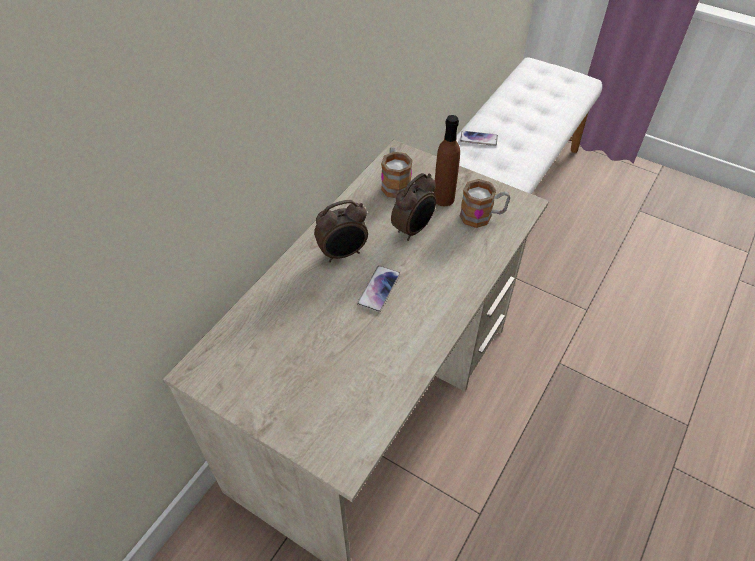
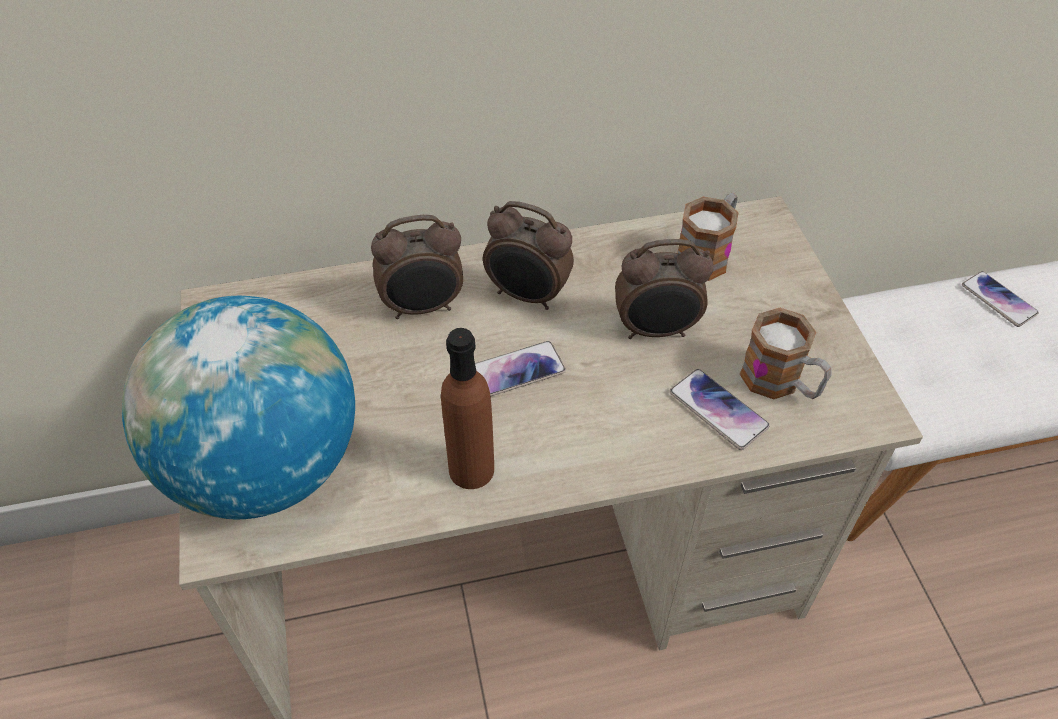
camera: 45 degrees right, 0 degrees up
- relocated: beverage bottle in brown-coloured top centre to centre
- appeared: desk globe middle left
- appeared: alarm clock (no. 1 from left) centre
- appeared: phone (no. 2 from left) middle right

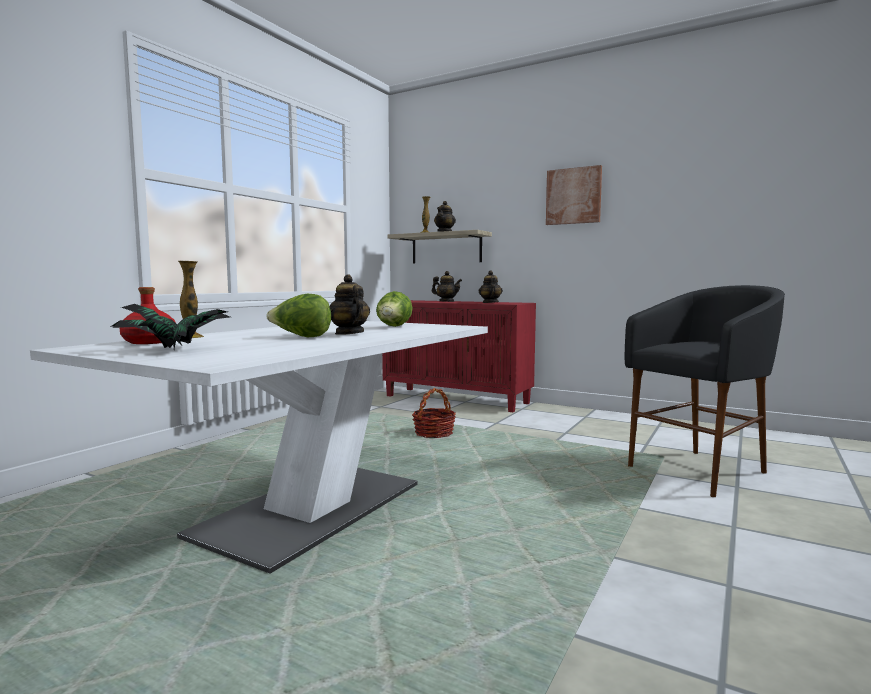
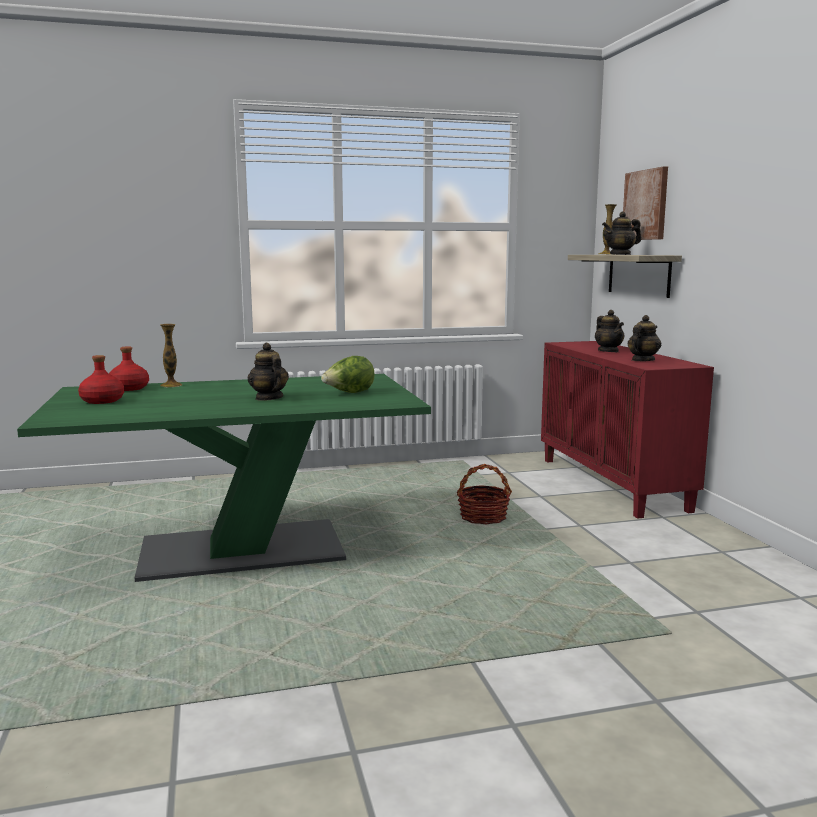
camera: 45 degrees right, 5 degrees up
- colour: dining table in whitish middle left to dining table in greenish middle left
- exchanged: plant in a pot middle left to beverage bottle in red (no. 1 from left) middle left
- missing: head of lettuce (no. 1 from left) centre
- spun: teapot (no. 1 from left) centre = middle left 45 degrees counterclockwise
- relocated: picture top centre to top right
- missing: stool seat in black middle right

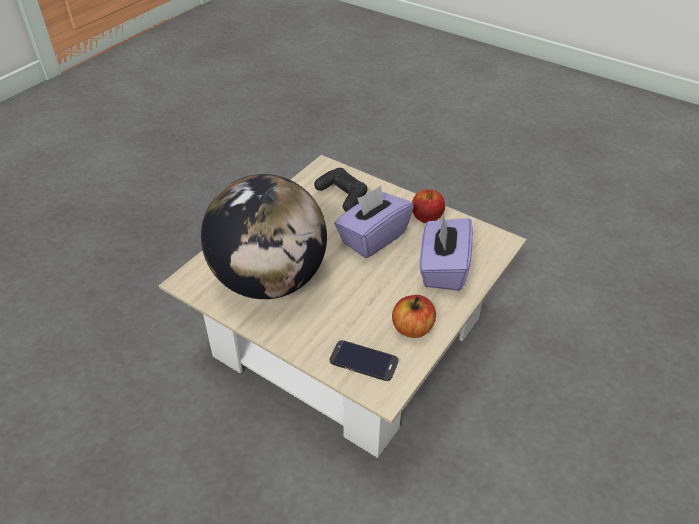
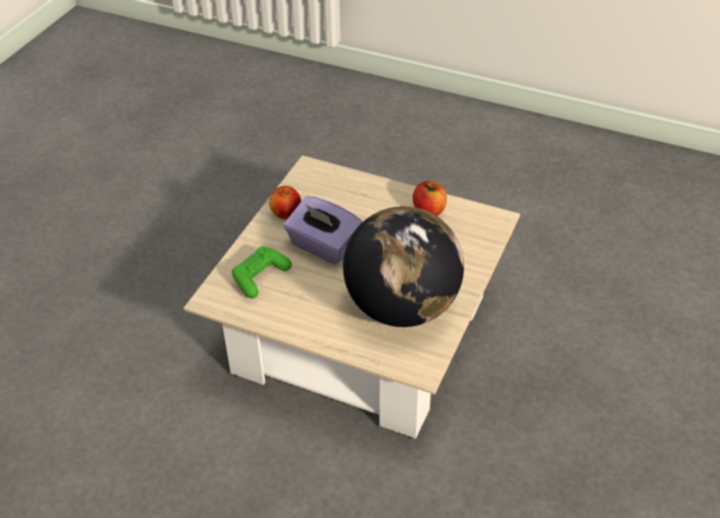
camera: 100 degrees left, 0 degrees up
- colour: gamepad in black centre to gamepad in greenish centre
- missing: phone bottom centre
- missing: tissue holder in purple-coloured (no. 2 from left) centre

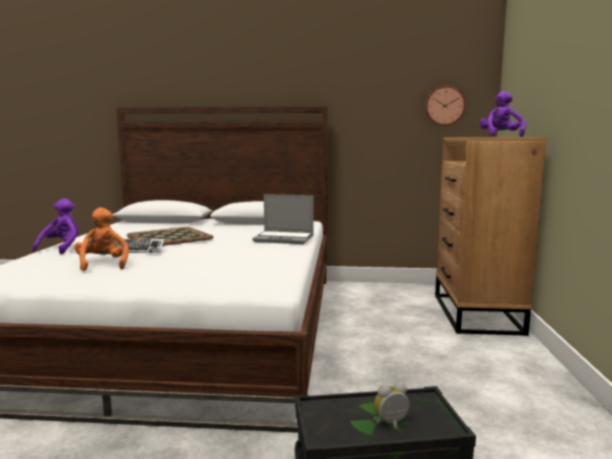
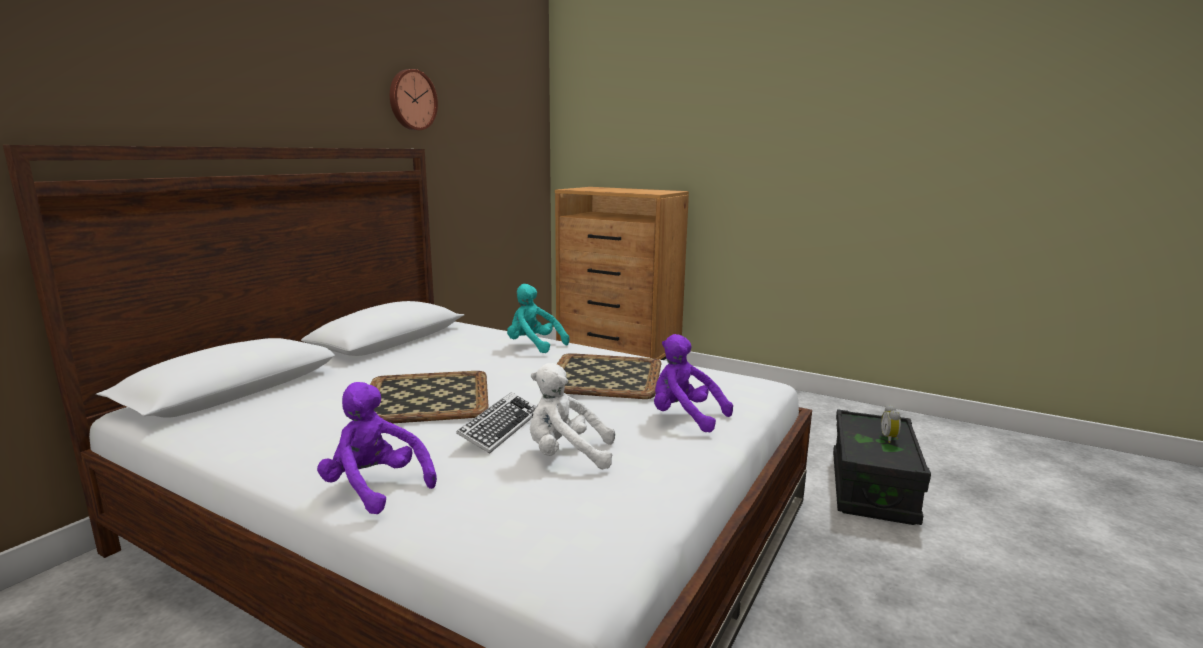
camera: 65 degrees left, 5 degrees up
- colour: soft toy in orangey middle left to soft toy in whitish centre
- exchanged: portable computer centre to soft toy in turquoise centre
- relocated: clock on the wall top right to top centre
- relocated: soft toy in purple-coloured (no. 2 from left) top right to centre
- appeared: tray (no. 2 from left) centre

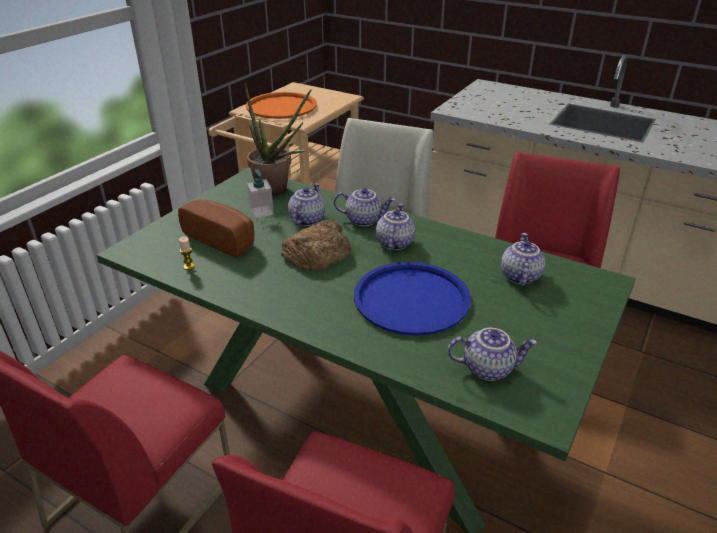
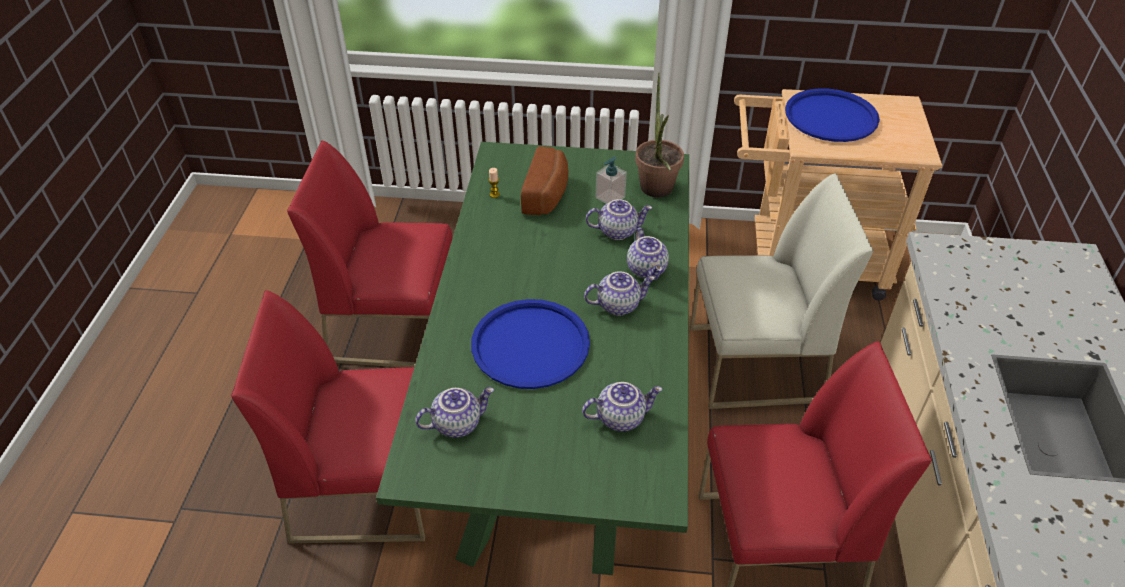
camera: 65 degrees right, 10 degrees up
- colour: tray in orangey top centre to tray in bluish (no. 2 from left) top right
- missing: bakery bread (no. 2 from left) centre
- spun: teapot (no. 4 from left in the first image) middle right = bottom centre 90 degrees counterclockwise

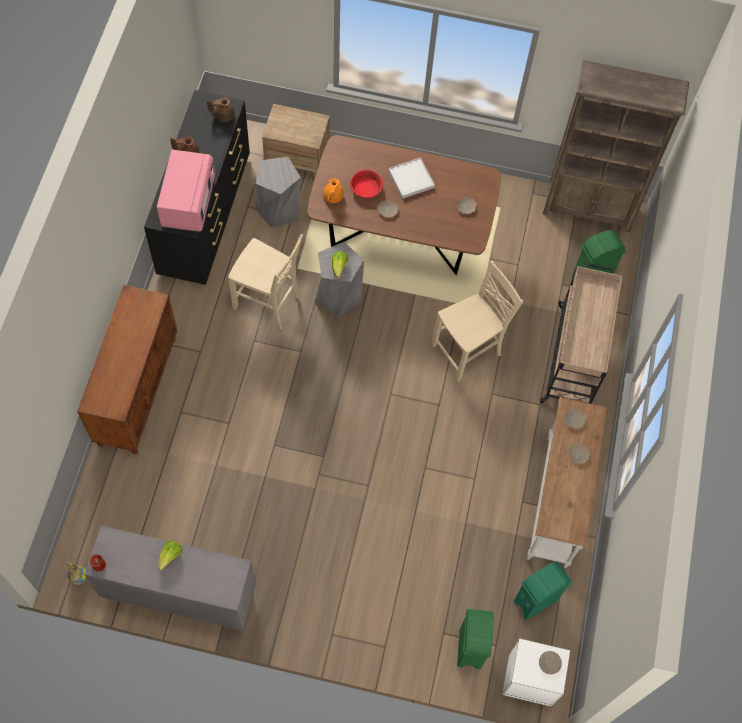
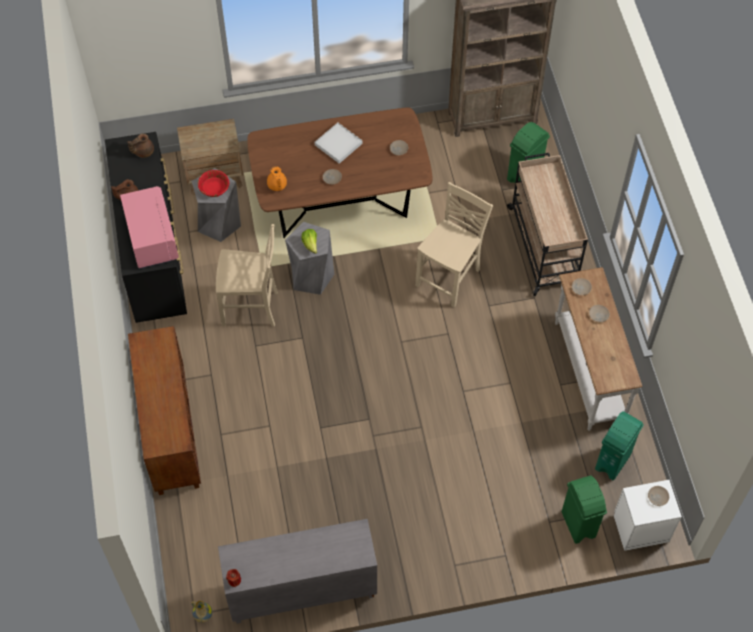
camera: 20 degrees left, 5 degrees down
- missing: head of lettuce (no. 1 from left) bottom left
- relocated: bowl in red top centre to top left

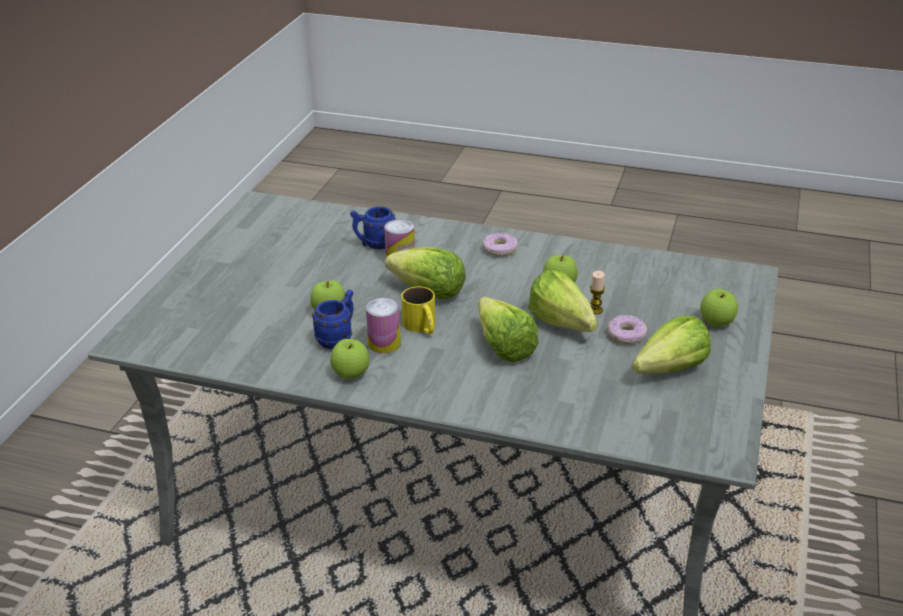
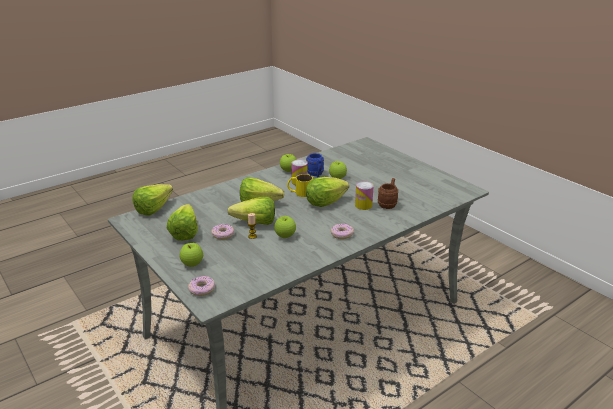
camera: 125 degrees right, 5 degrees down
- colour: mug in bluish (no. 2 from left) centre to mug in brown-coloured centre
- appeared: head of lettuce (no. 1 from left) middle left
- appeared: donut (no. 1 from left) bottom left

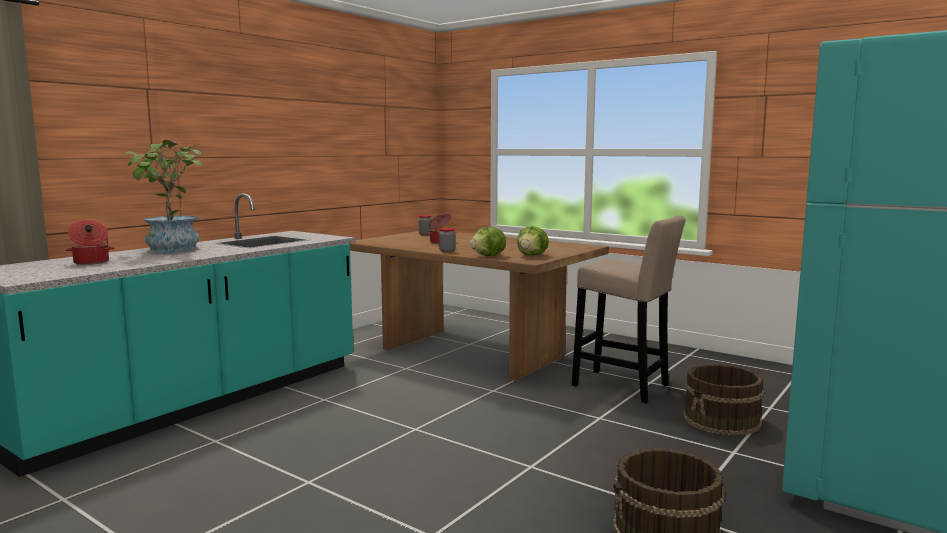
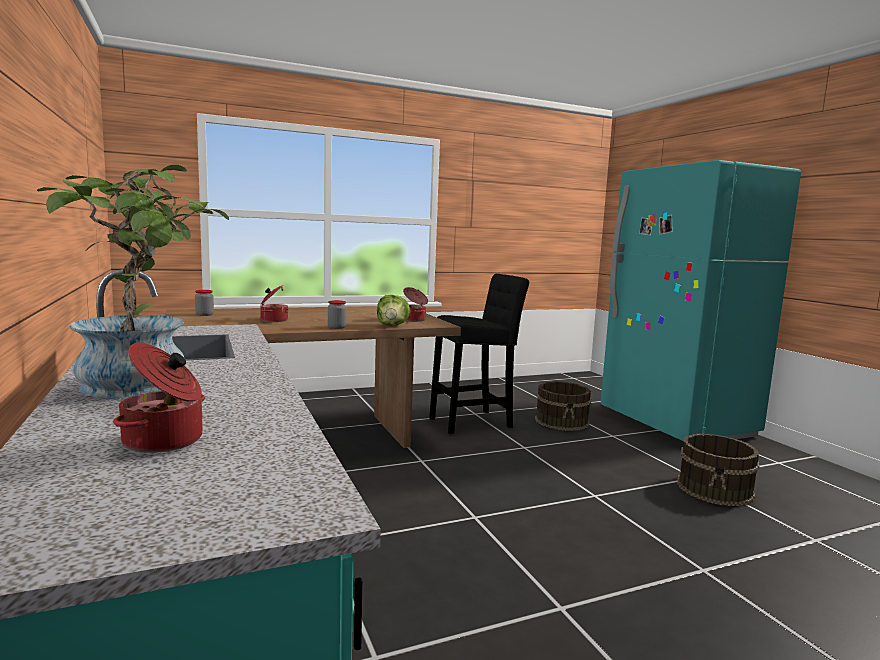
camera: 60 degrees left, 0 degrees up
- exchanged: head of lettuce (no. 2 from left) centre to cooking pot (no. 3 from left) centre
- colour: stool seat in beige-coloured centre to stool seat in black centre

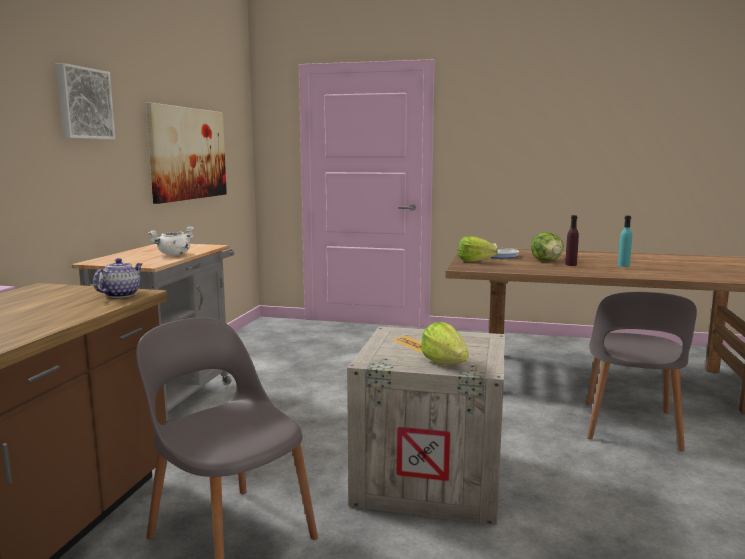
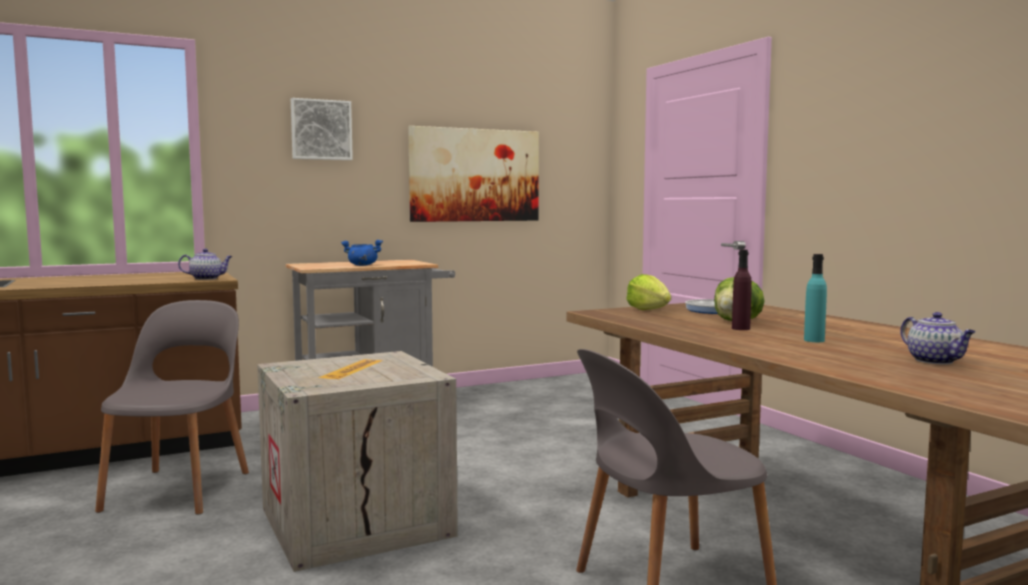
camera: 50 degrees right, 5 degrees down
- colour: cooking pot in whitish middle left to cooking pot in bluish centre
- missing: head of lettuce (no. 1 from left) centre
- appeared: teapot (no. 2 from left) middle right

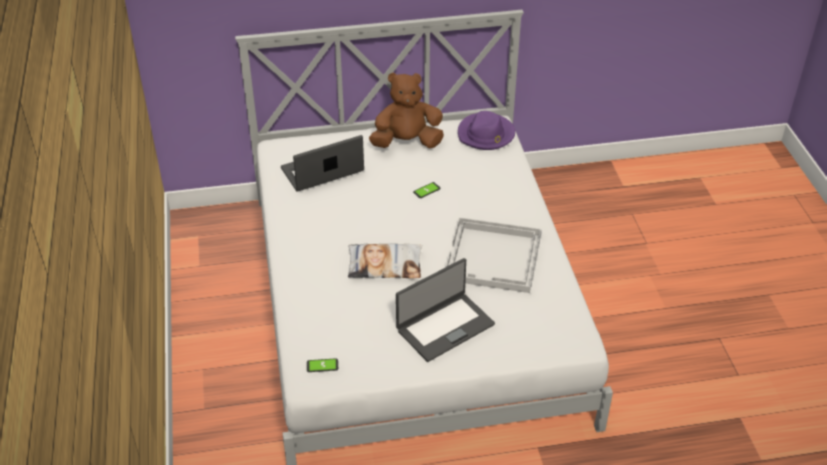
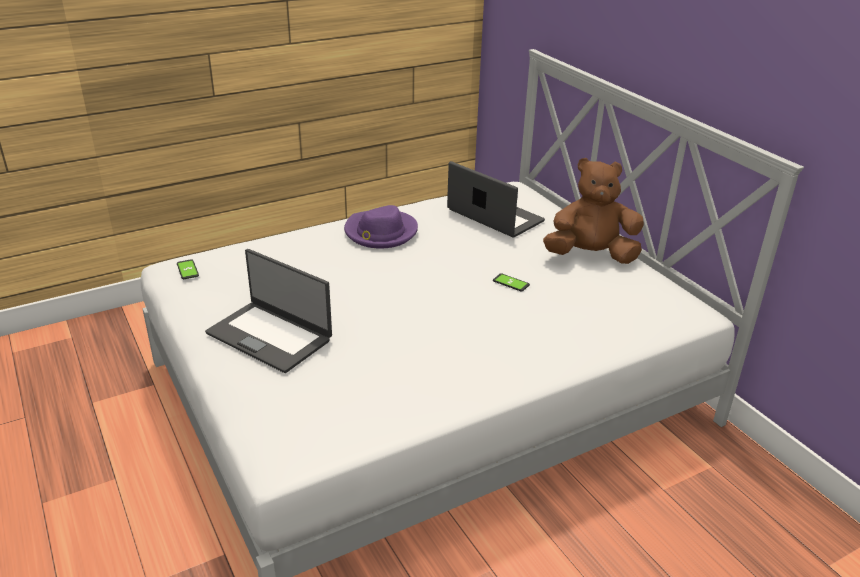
camera: 70 degrees right, 10 degrees down
- missing: pillow centre
- spun: soft toy in brown-coloured top centre = middle right 60 degrees counterclockwise
- missing: tray in whitish centre
- relocated: wearable hat in purple-coloured top centre to centre

